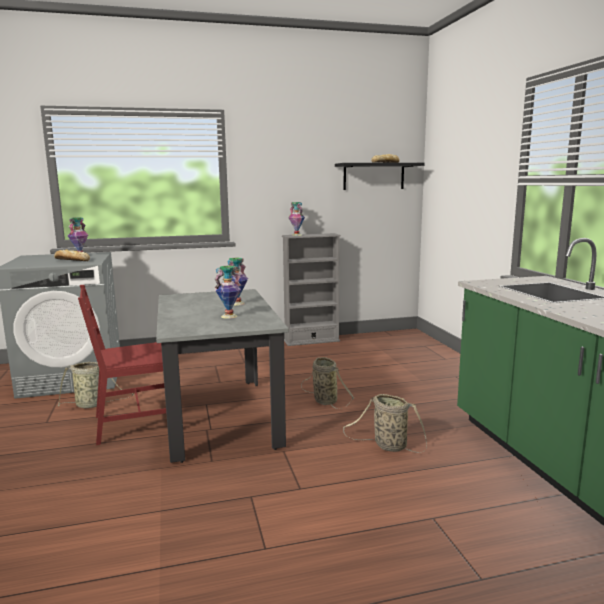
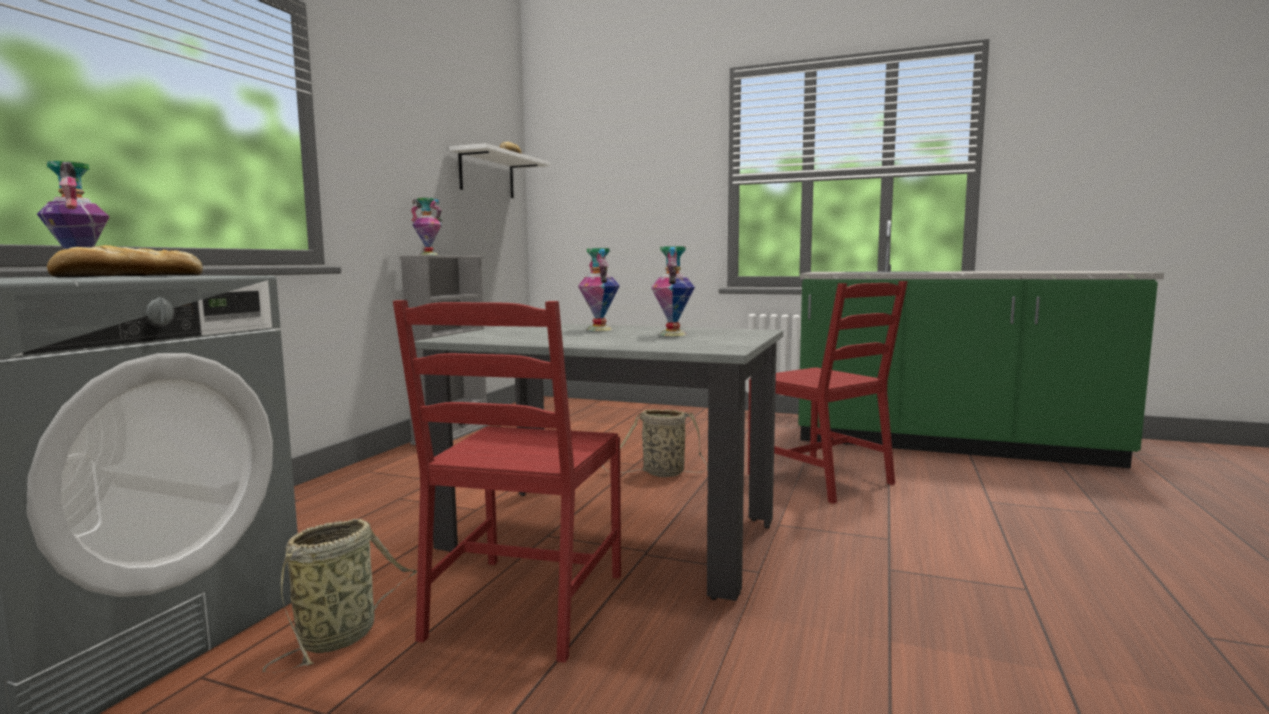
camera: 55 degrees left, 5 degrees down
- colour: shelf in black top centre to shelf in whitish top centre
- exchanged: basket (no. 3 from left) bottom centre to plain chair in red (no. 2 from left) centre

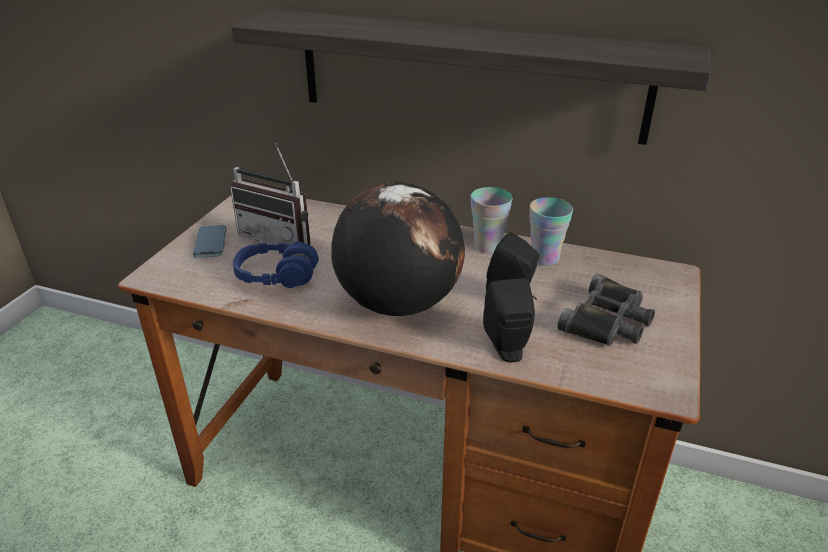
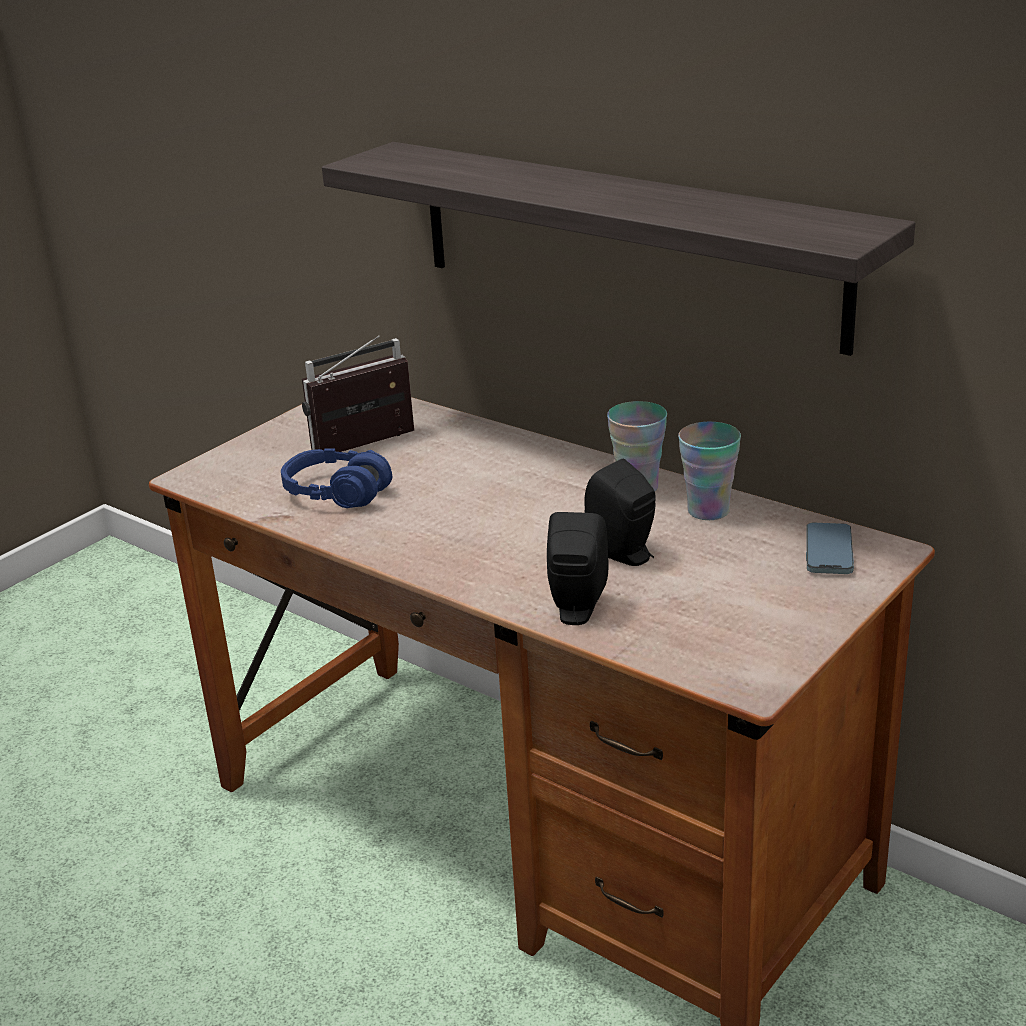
camera: 20 degrees right, 5 degrees down
- relocated: phone middle left to middle right
- spun: radio middle left = centre 105 degrees clockwise
- missing: desk globe centre
- missing: binoculars in black middle right

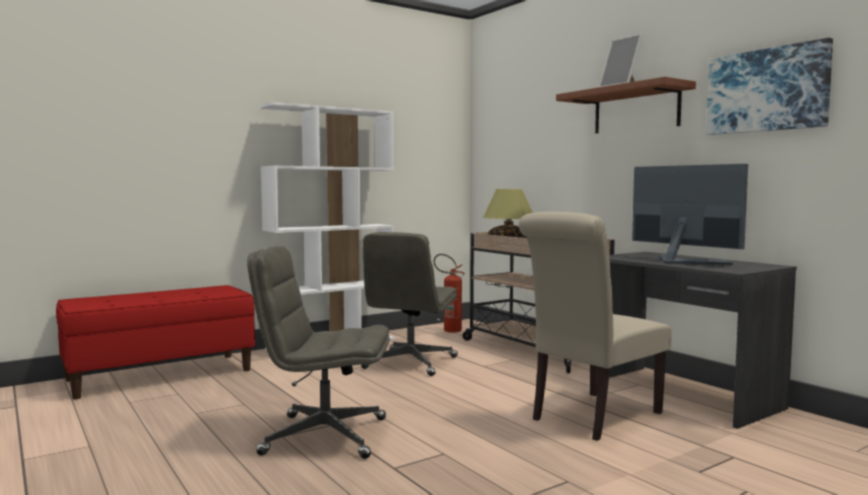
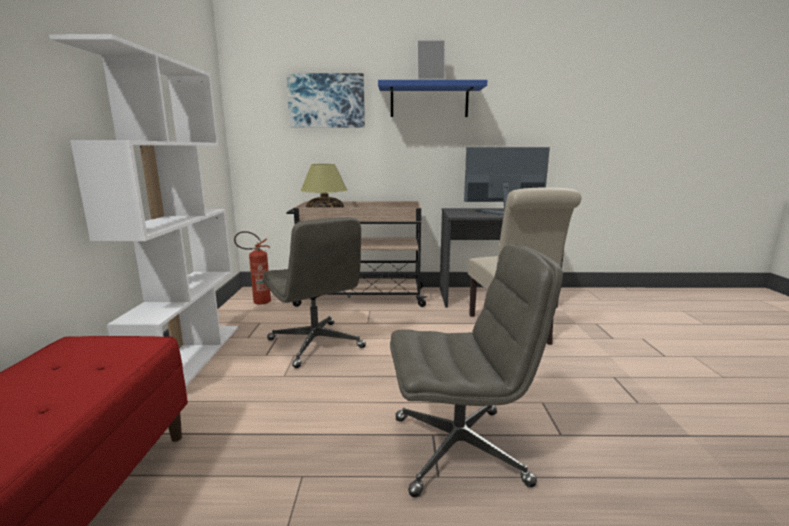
camera: 55 degrees left, 10 degrees up
- spun: computer chair in greyish (no. 1 from left in the first image) bottom centre = bottom centre 135 degrees counterclockwise
- colour: shelf in brown-coloured top right to shelf in bluish top centre
- relocated: picture top right to top centre

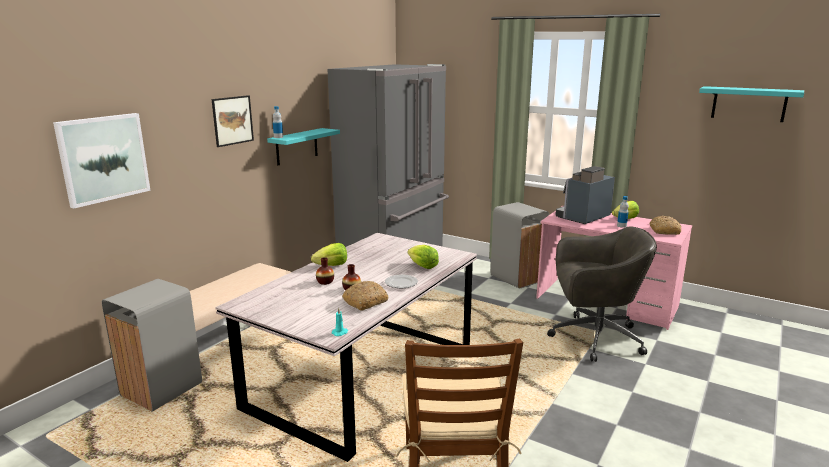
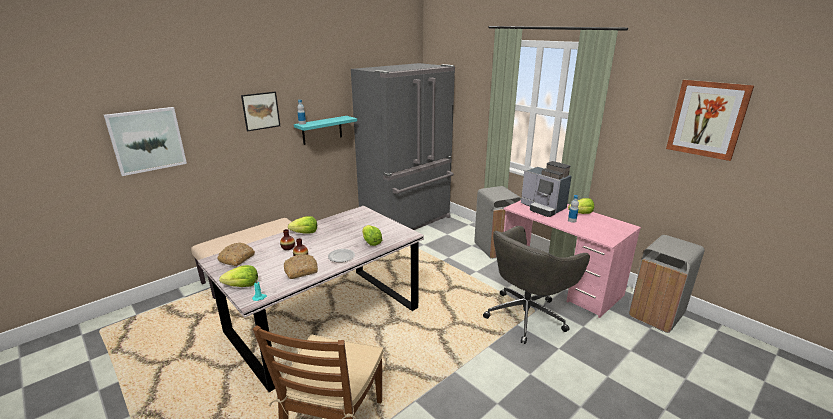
camera: 15 degrees right, 5 degrees up
- relocated: waste bin in greyish (no. 1 from left in the first image) bottom left to waste bin in greyish (no. 2 from left) bottom right
- spun: computer chair in greyish middle right = bottom centre 120 degrees clockwise
- spun: coffee machine middle right = centre 105 degrees counterclockwise
- relocated: bakery bread (no. 2 from left in the first image) middle right to bakery bread (no. 1 from left) middle left
- exchanged: shelf in turquoise (no. 2 from left) top right to picture (no. 3 from left) top right
- appeared: head of lettuce (no. 1 from left) middle left

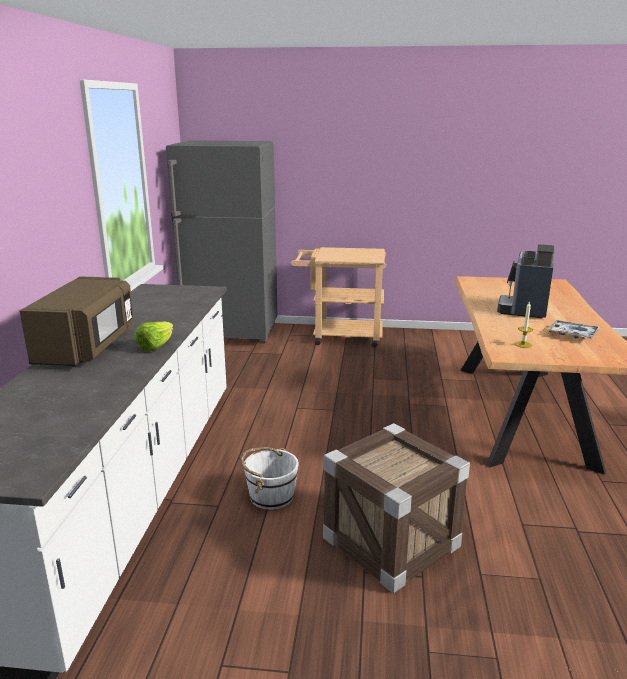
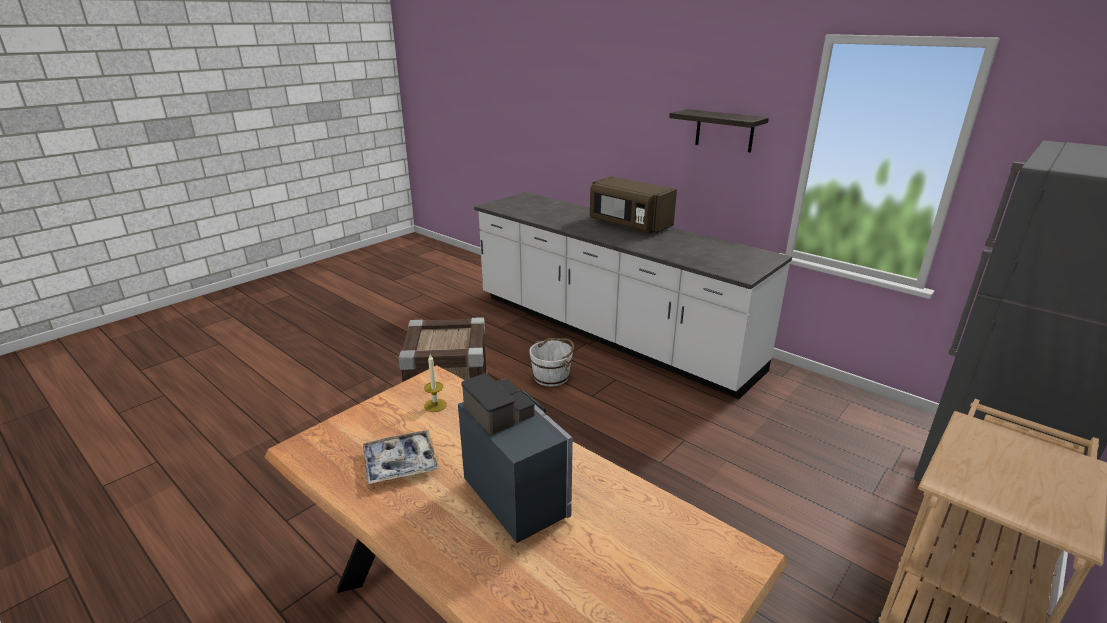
camera: 125 degrees right, 5 degrees up
- missing: head of lettuce middle left
- appeared: shelf top centre

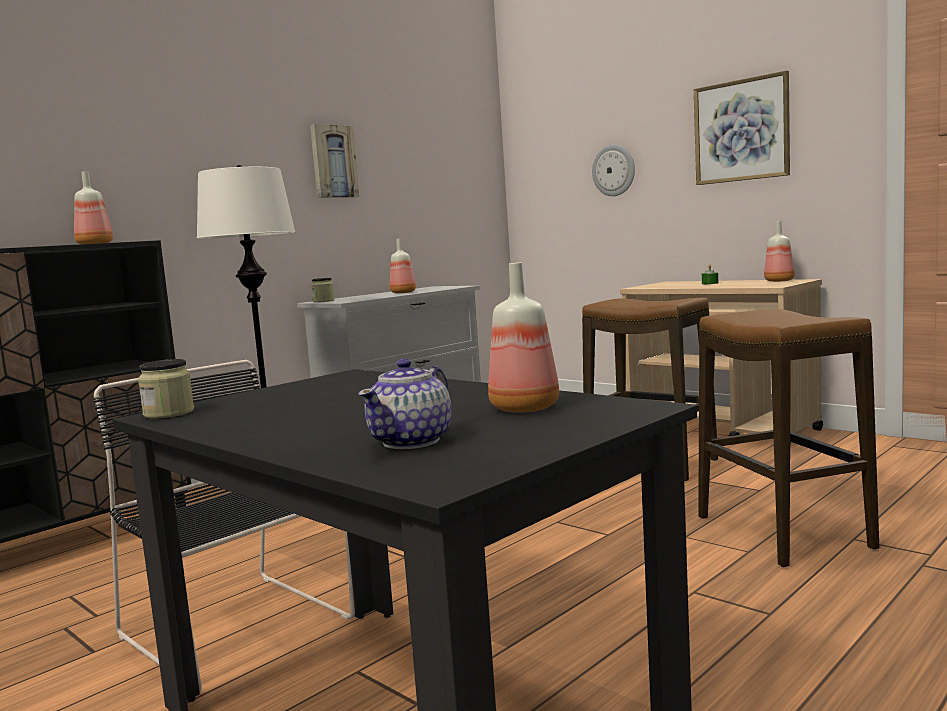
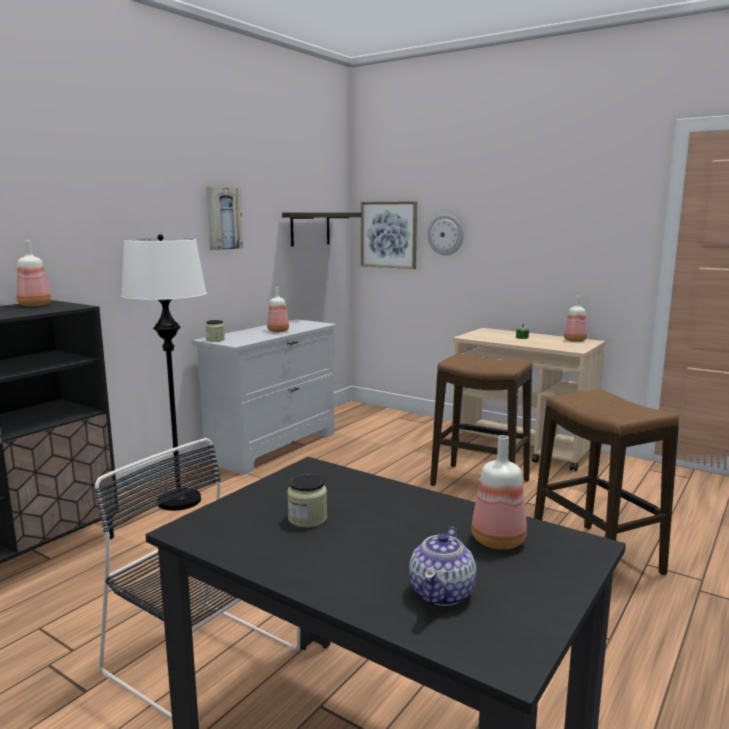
camera: 10 degrees left, 5 degrees up
- relocated: storage jar (no. 1 from left in the first image) middle left to storage jar (no. 2 from left) bottom centre
- relocated: picture (no. 2 from left) top right to top centre
- appeared: shelf top centre

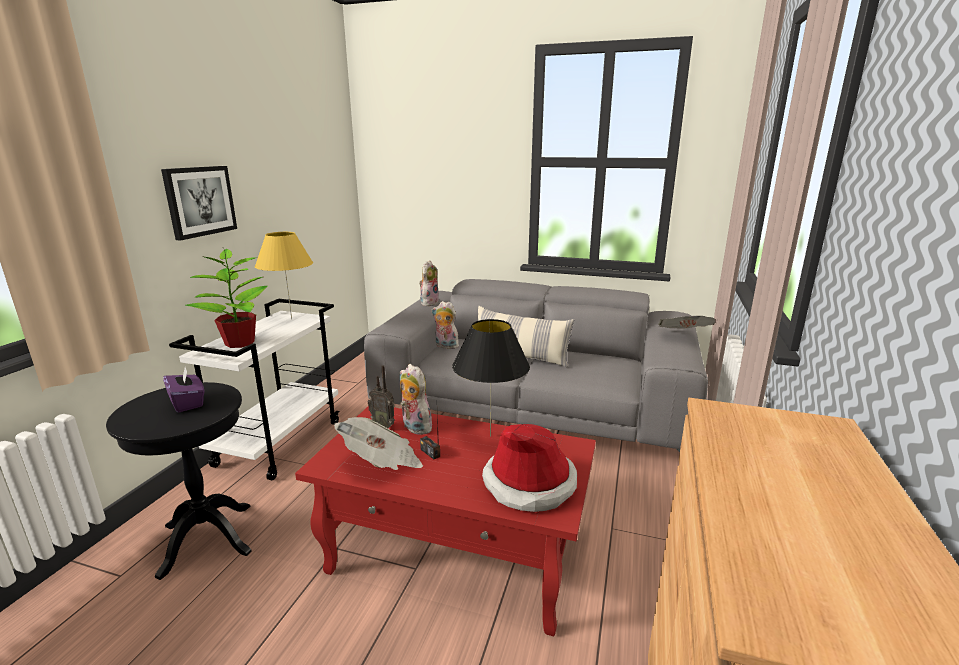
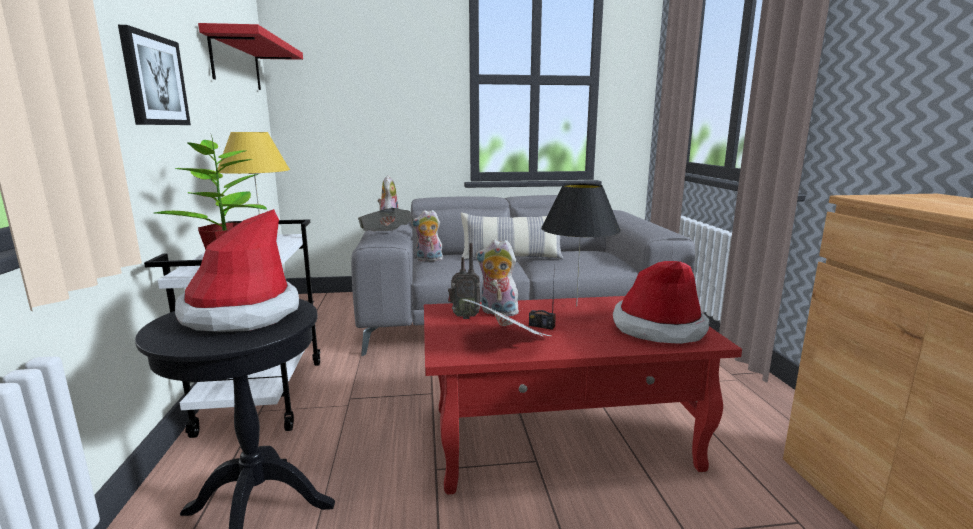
camera: 25 degrees left, 5 degrees down
- exchanged: tissue holder in purple-coloured middle left to wearable hat (no. 1 from left) middle left
- relocated: daily paper (no. 2 from left in the first image) middle right to daily paper (no. 1 from left) centre
- appeared: shelf in red top left

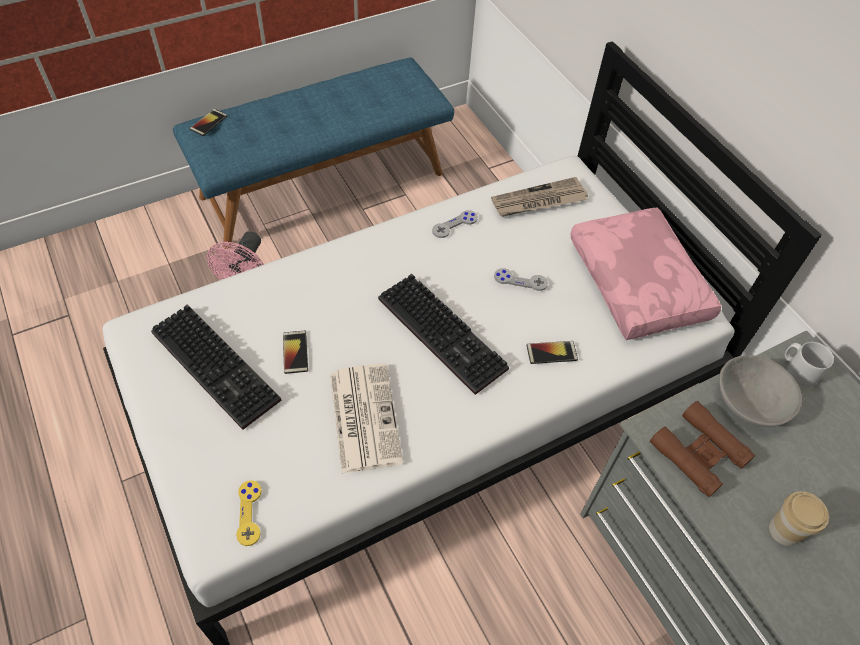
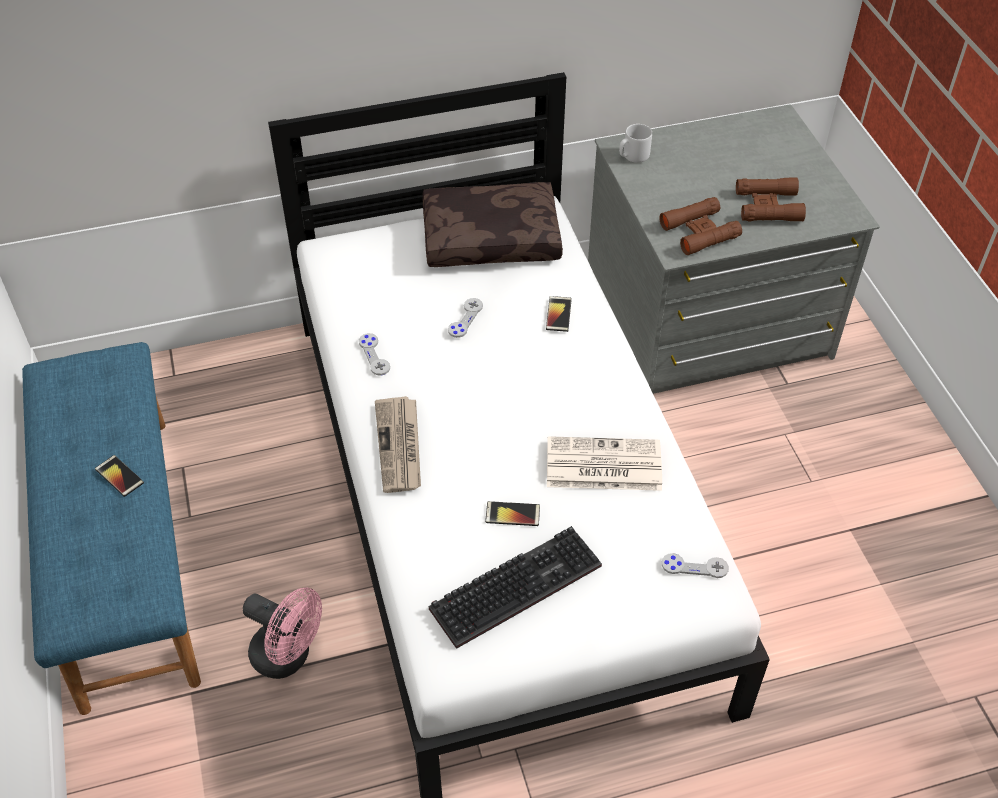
camera: 75 degrees left, 5 degrees down
- relocated: phone (no. 1 from left) top left to middle left
- colour: gamepad in yellowish bottom left to gamepad in greyish (no. 3 from left) bottom right
- missing: PC keyboard (no. 2 from left) centre
- relocated: daily paper (no. 2 from left in the first image) top centre to daily paper (no. 1 from left) centre
- colour: pillow in pink middle right to pillow in brown-coloured top centre
- missing: bowl in greyish middle right
- exchanged: small cup bottom right to binoculars in brown-coloured (no. 2 from left) top right

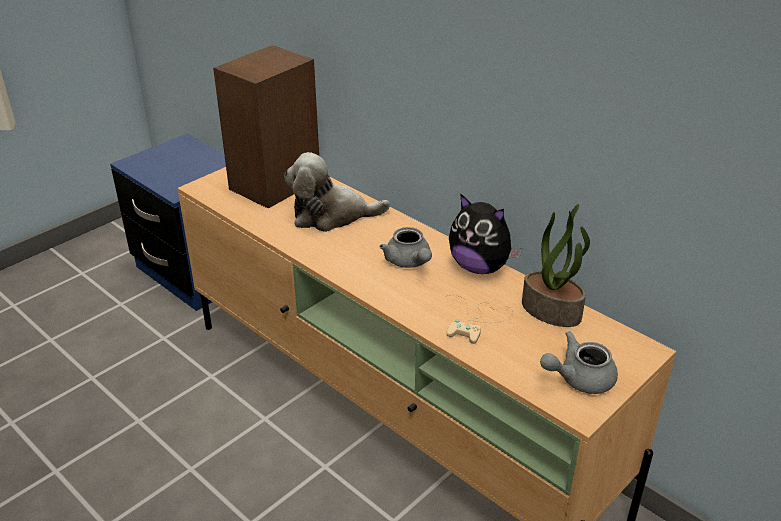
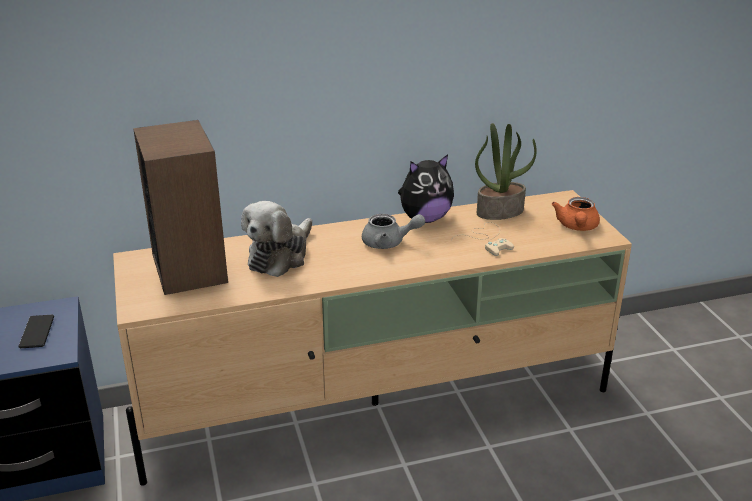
camera: 60 degrees left, 5 degrees down
- colour: teapot in greyish (no. 2 from left) bottom right to teapot in orangey middle right
- appeared: phone middle left

